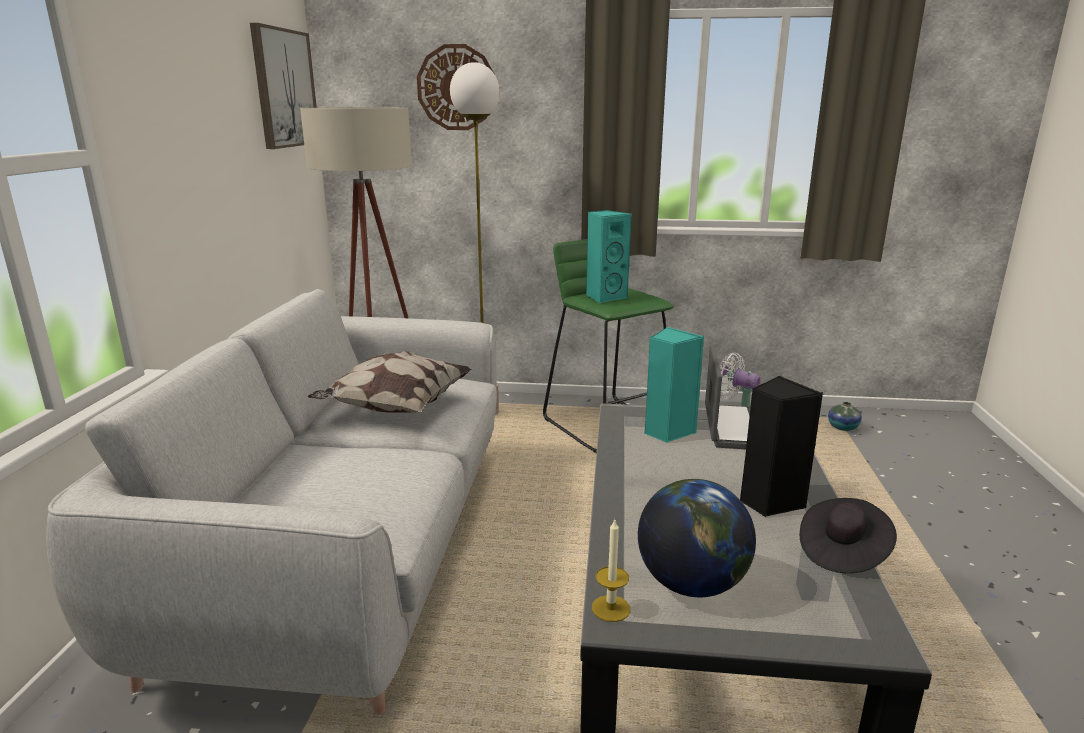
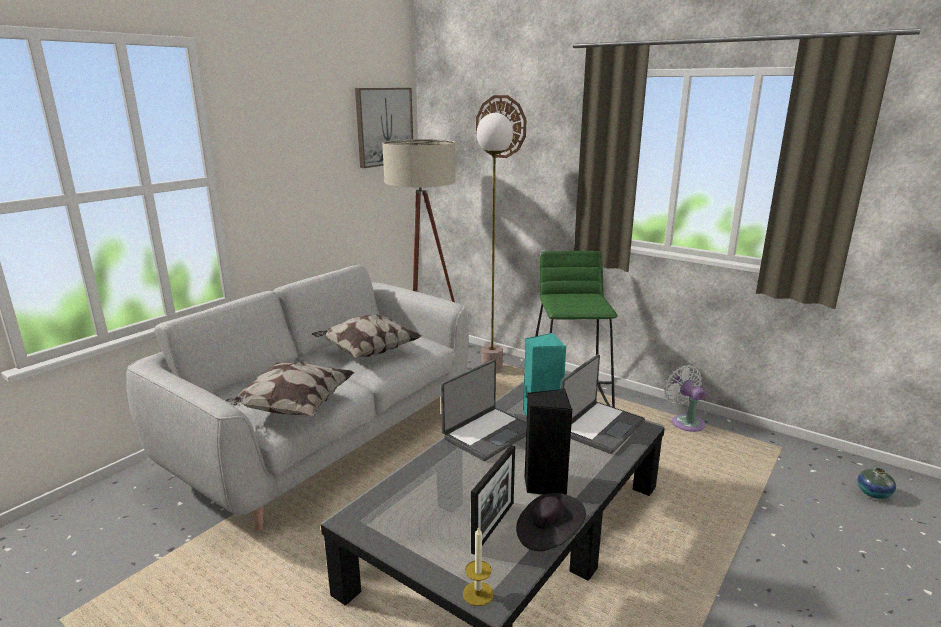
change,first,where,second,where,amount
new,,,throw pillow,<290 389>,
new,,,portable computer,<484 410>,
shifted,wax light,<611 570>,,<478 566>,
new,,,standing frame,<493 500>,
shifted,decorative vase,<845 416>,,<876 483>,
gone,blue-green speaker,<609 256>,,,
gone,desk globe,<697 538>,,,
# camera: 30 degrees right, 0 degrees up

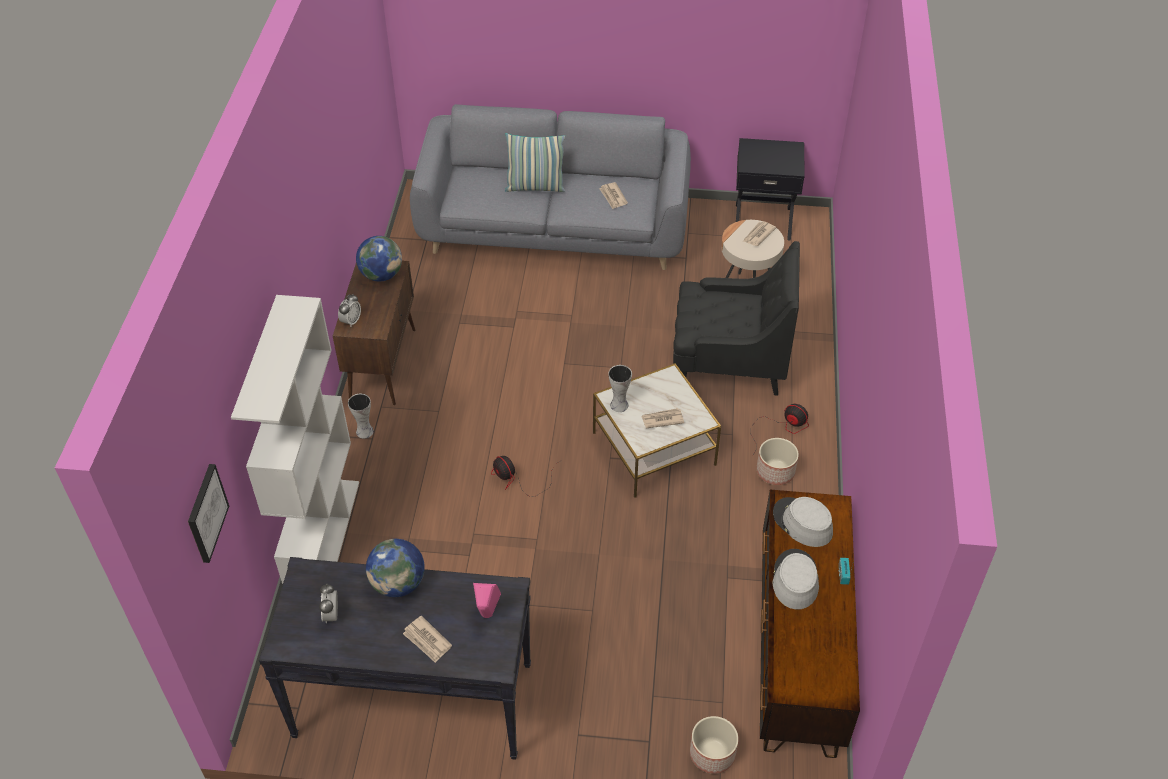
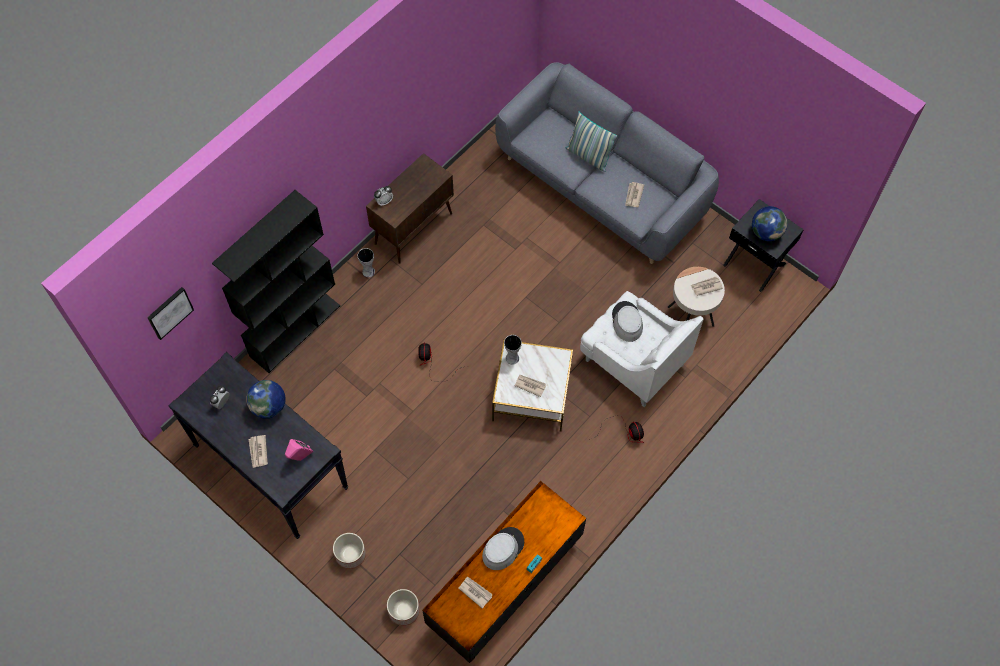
change,first,where,second,where,amount
repainted,white bookshelf,<295 439>,blackish bookshelf,<276 281>,
shifted,flower pot,<778 461>,,<349 551>,
new,,,newspaper,<475 593>,
repainted,blackish lounge chair,<736 318>,white lounge chair,<642 349>,
shifted,greyish wearable hat,<803 522>,,<627 321>,
shifted,desk globe,<379 259>,,<770 223>,
# camera: 35 degrees right, 15 degrees up

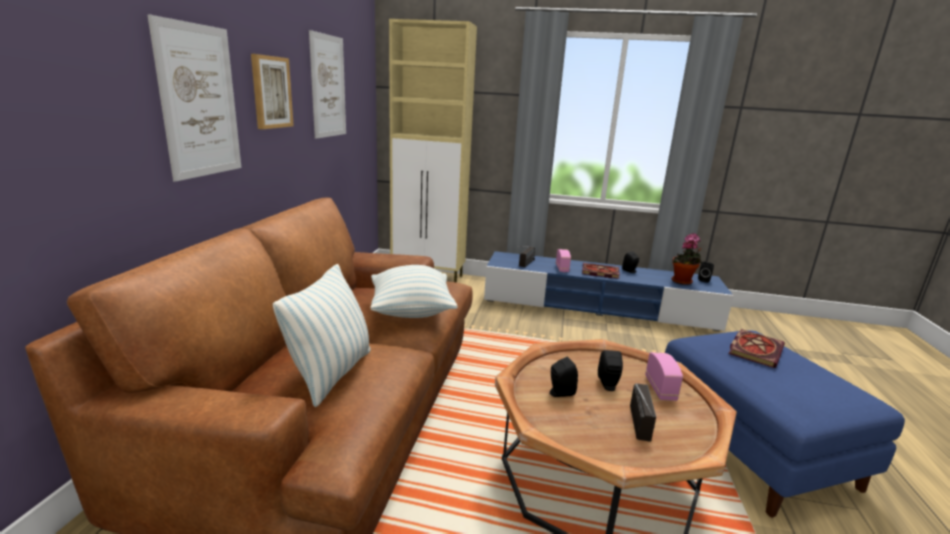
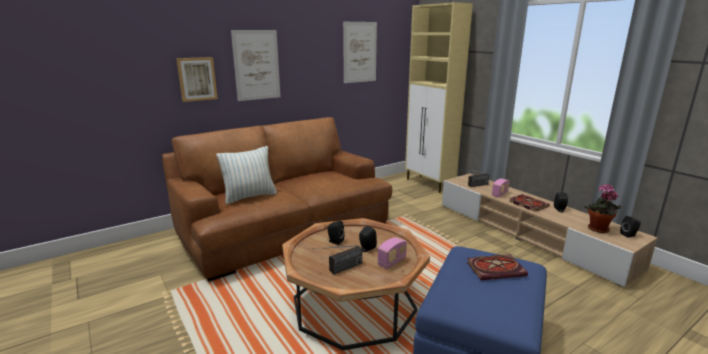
change,first,where,second,where,amount
shifted,picture,<272 91>,,<197 79>,
repainted,blue-coloured media console,<609 291>,beige-coloured media console,<549 230>,
gone,throw pillow,<414 291>,,,
# camera: 45 degrees right, 0 degrees up

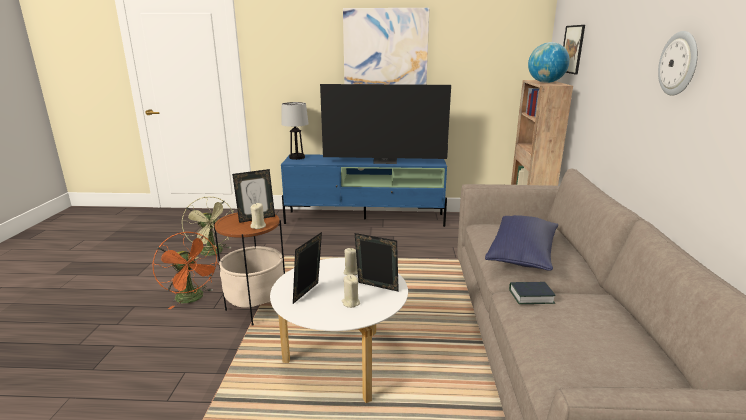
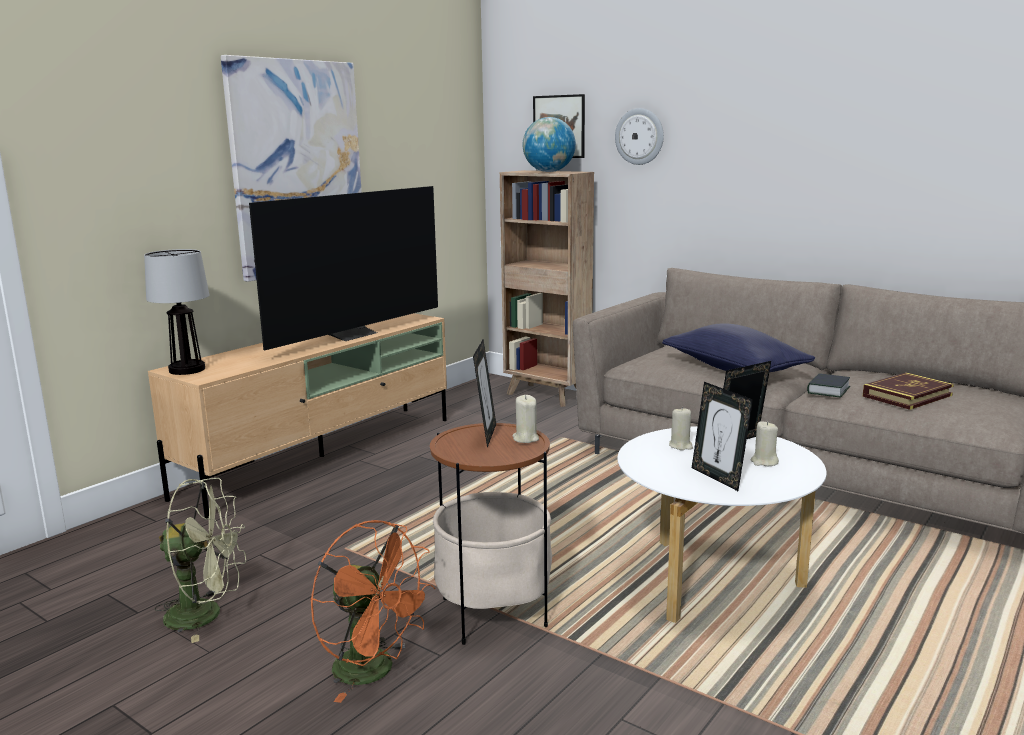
change,first,where,second,where,amount
repainted,blue-coloured media console,<364 190>,beige-coloured media console,<297 416>,
rotated,orangey fan,<185 270>,,<373 611>,45 degrees clockwise
shifted,clock on the wall,<678 63>,,<639 136>,
new,,,volume,<908 391>,
# camera: 55 degrees left, 5 degrees down

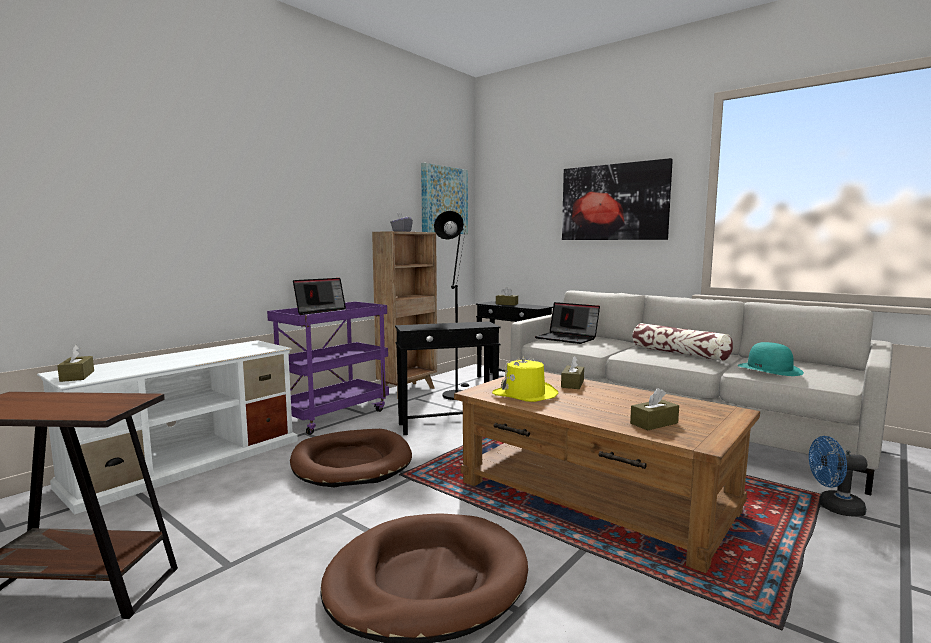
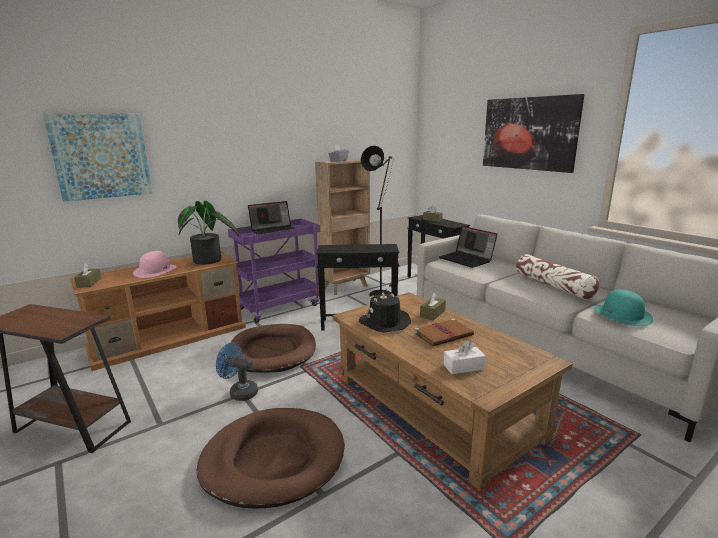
change,first,where,second,where,amount
shifted,picture,<444 198>,,<97 157>,
repainted,white media console,<167 427>,brownish media console,<158 311>,
new,,,pink-coloured wearable hat,<155 264>,
new,,,plant in a pot,<208 233>,
shifted,blue-coloured fan,<838 476>,,<237 371>,
repainted,yellow wearable hat,<525 379>,blackish wearable hat,<385 312>,
new,,,brownish volume,<444 332>,
repainted,brownish tissue box,<654 409>,white tissue box,<465 357>,
# camera: 15 degrees right, 10 degrees up

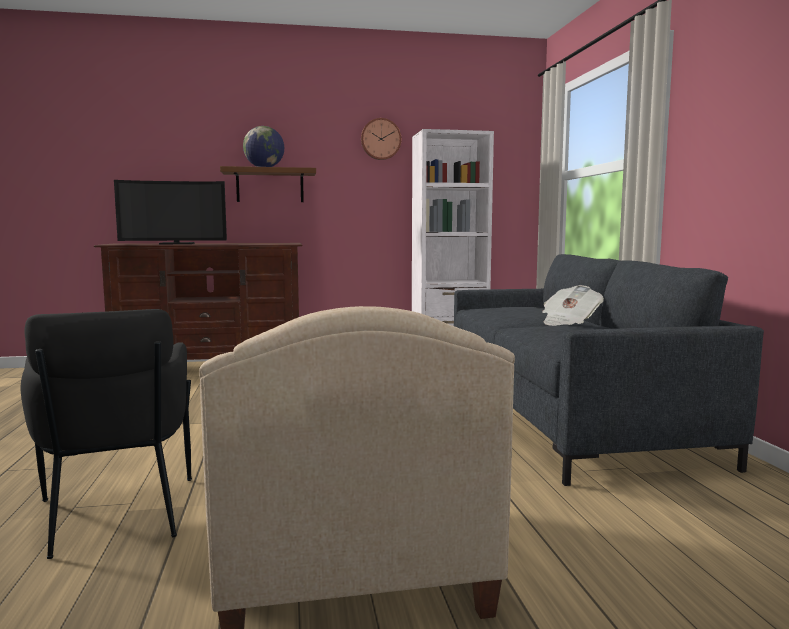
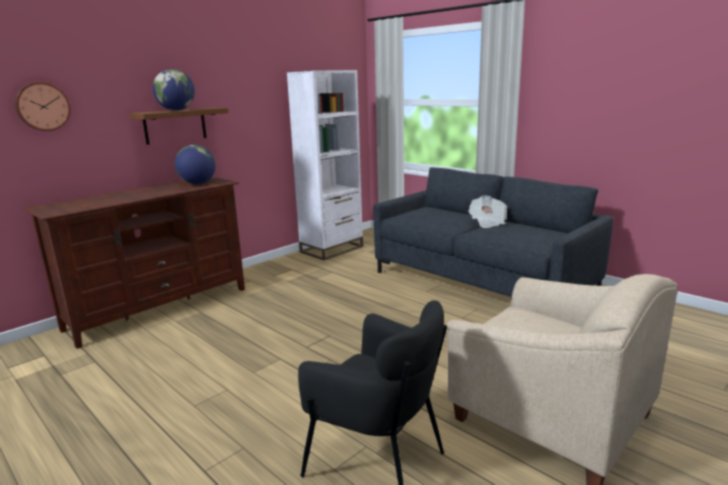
change,first,where,second,where,amount
shifted,clock on the wall,<381 139>,,<43 106>,
new,,,desk globe,<195 164>,
gone,TV,<170 212>,,,
# camera: 35 degrees left, 10 degrees up

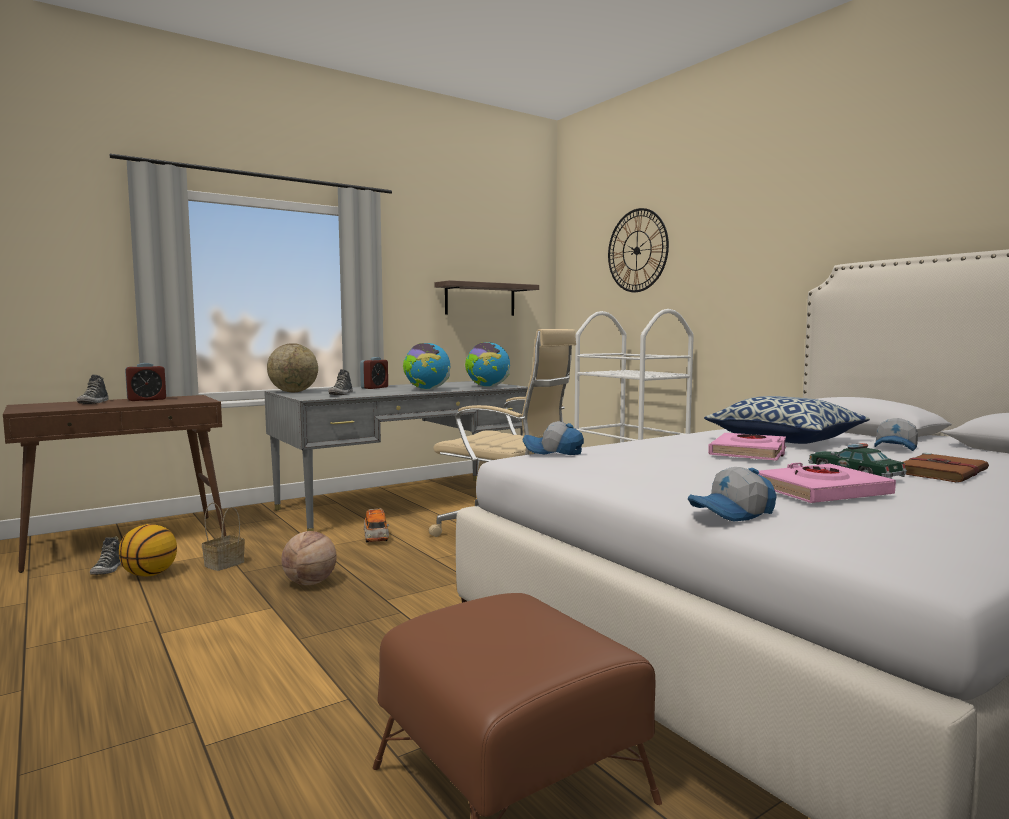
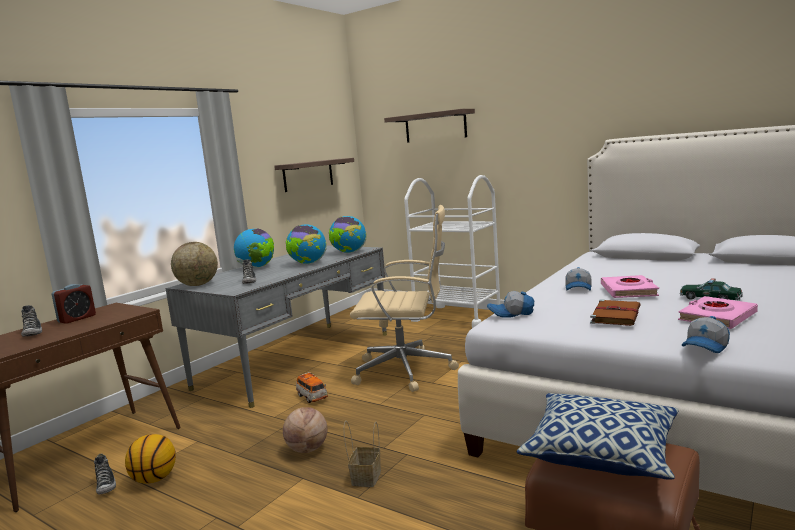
change,first,where,second,where,amount
swapped,table clock,<374 373>,desk globe,<254 248>,
shifted,storage basket,<223 536>,,<362 454>,
swapped,clock on the wall,<638 250>,bracket shelf,<429 126>,
shifted,throw pillow,<787 420>,,<598 436>,
shifted,peaked cap,<896 434>,,<578 279>,
shifted,brownish volume,<946 467>,,<615 312>,
# camera: 20 degrees left, 5 degrees up

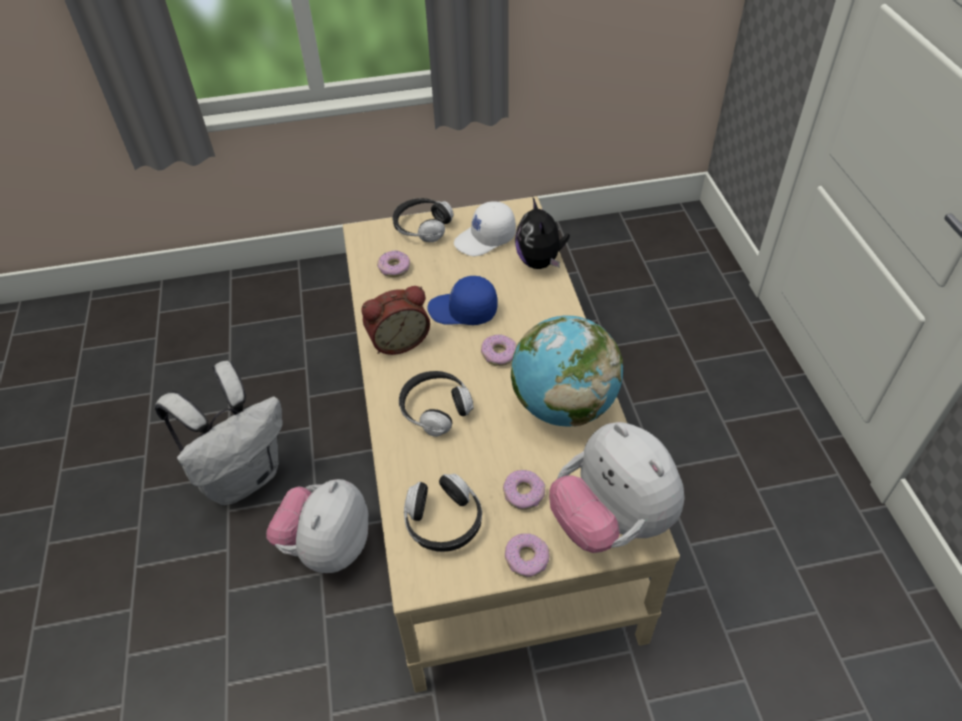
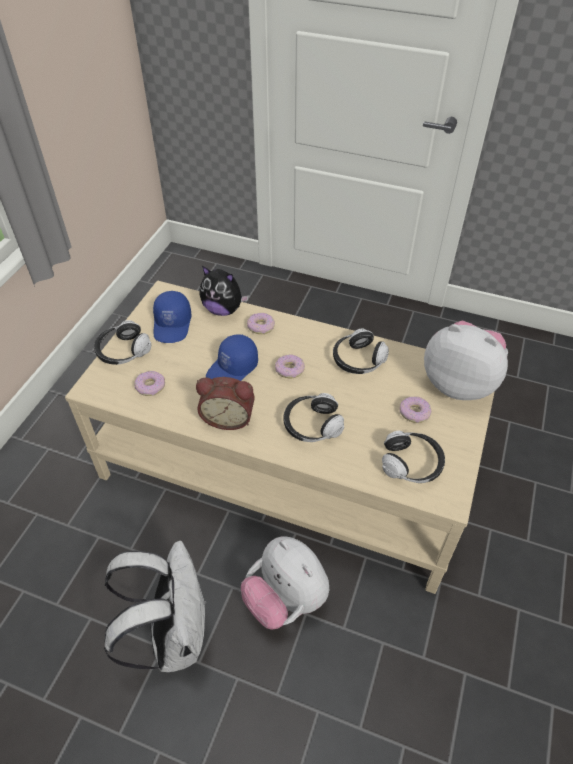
change,first,where,second,where,amount
repainted,white peaked cap,<485 228>,blue-coloured peaked cap,<172 317>,
rotated,table clock,<395 320>,,<225 403>,90 degrees clockwise
shifted,doughnut,<527 555>,,<261 323>,
swapped,desk globe,<567 371>,headset,<361 351>,
rotated,plush toy,<617 487>,,<466 360>,150 degrees counterclockwise
# camera: 60 degrees left, 0 degrees up

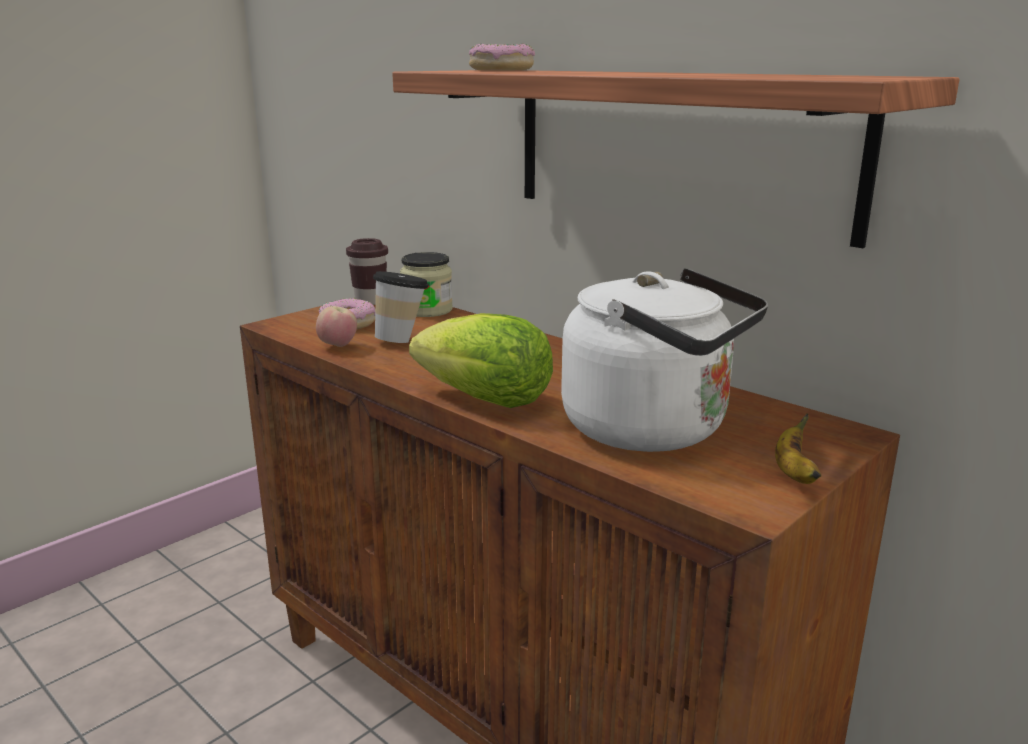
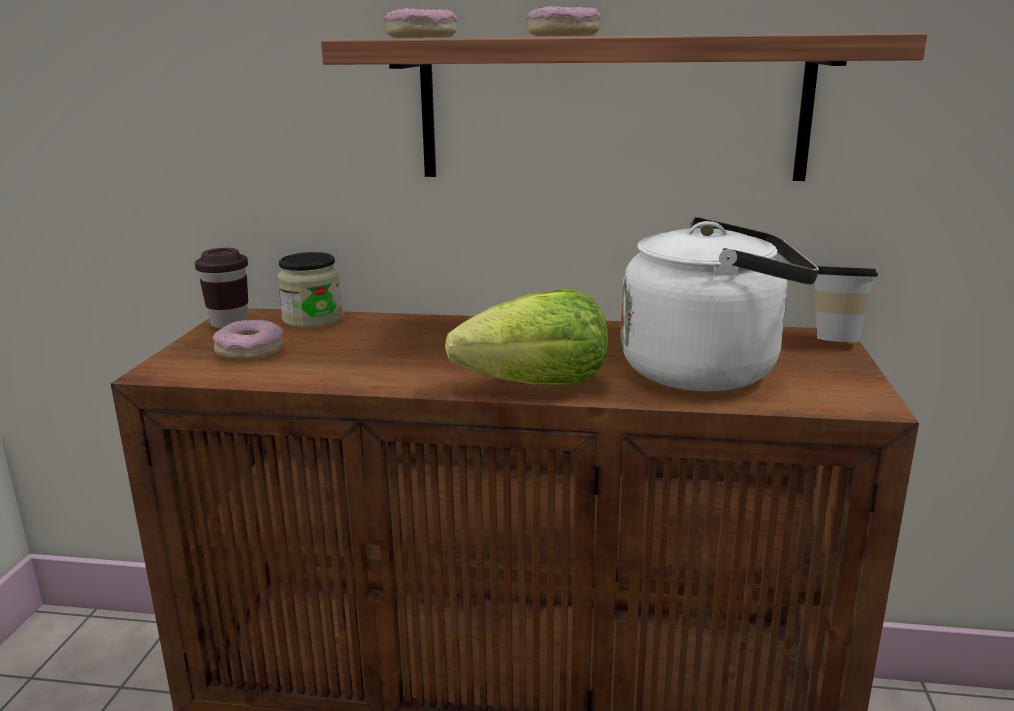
change,first,where,second,where,amount
new,,,doughnut,<563 21>,
shifted,small cup,<401 307>,,<846 304>,
gone,whole apple,<336 326>,,,
gone,banana fruit,<798 448>,,,
# camera: 35 degrees left, 0 degrees up

